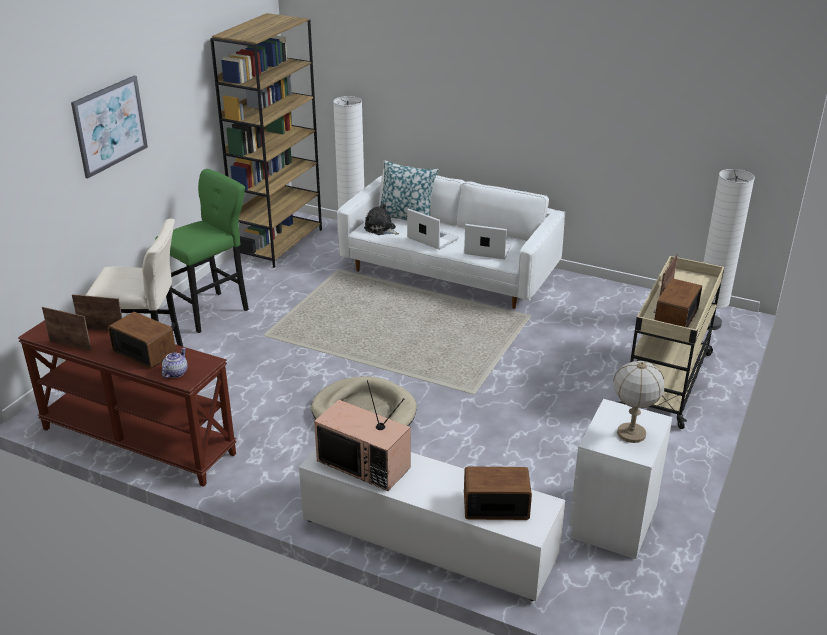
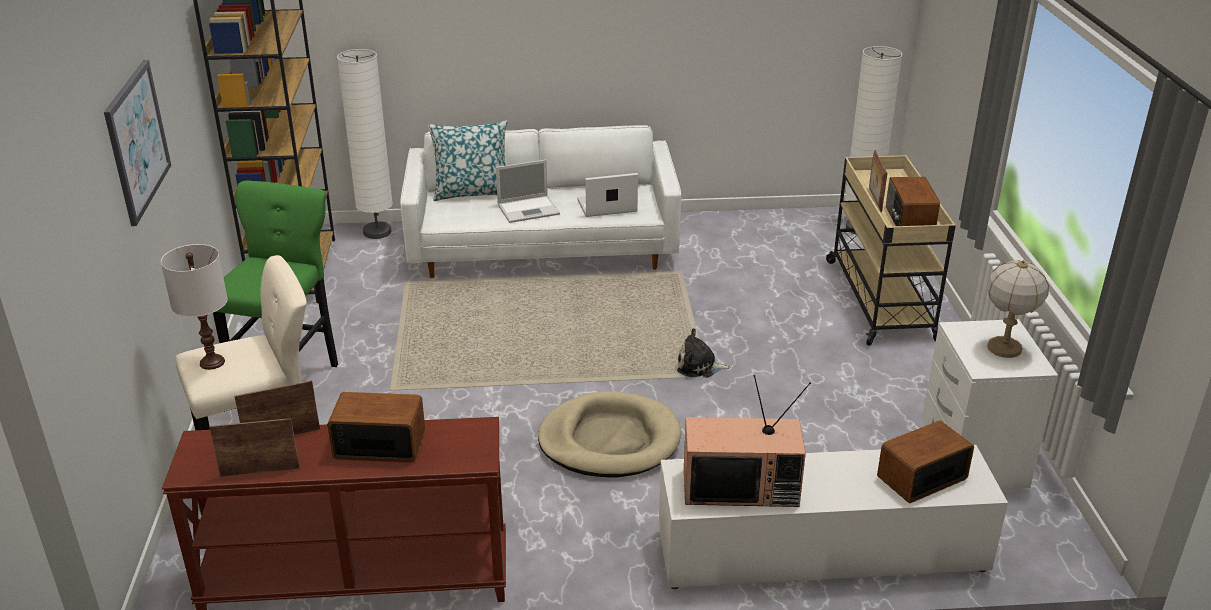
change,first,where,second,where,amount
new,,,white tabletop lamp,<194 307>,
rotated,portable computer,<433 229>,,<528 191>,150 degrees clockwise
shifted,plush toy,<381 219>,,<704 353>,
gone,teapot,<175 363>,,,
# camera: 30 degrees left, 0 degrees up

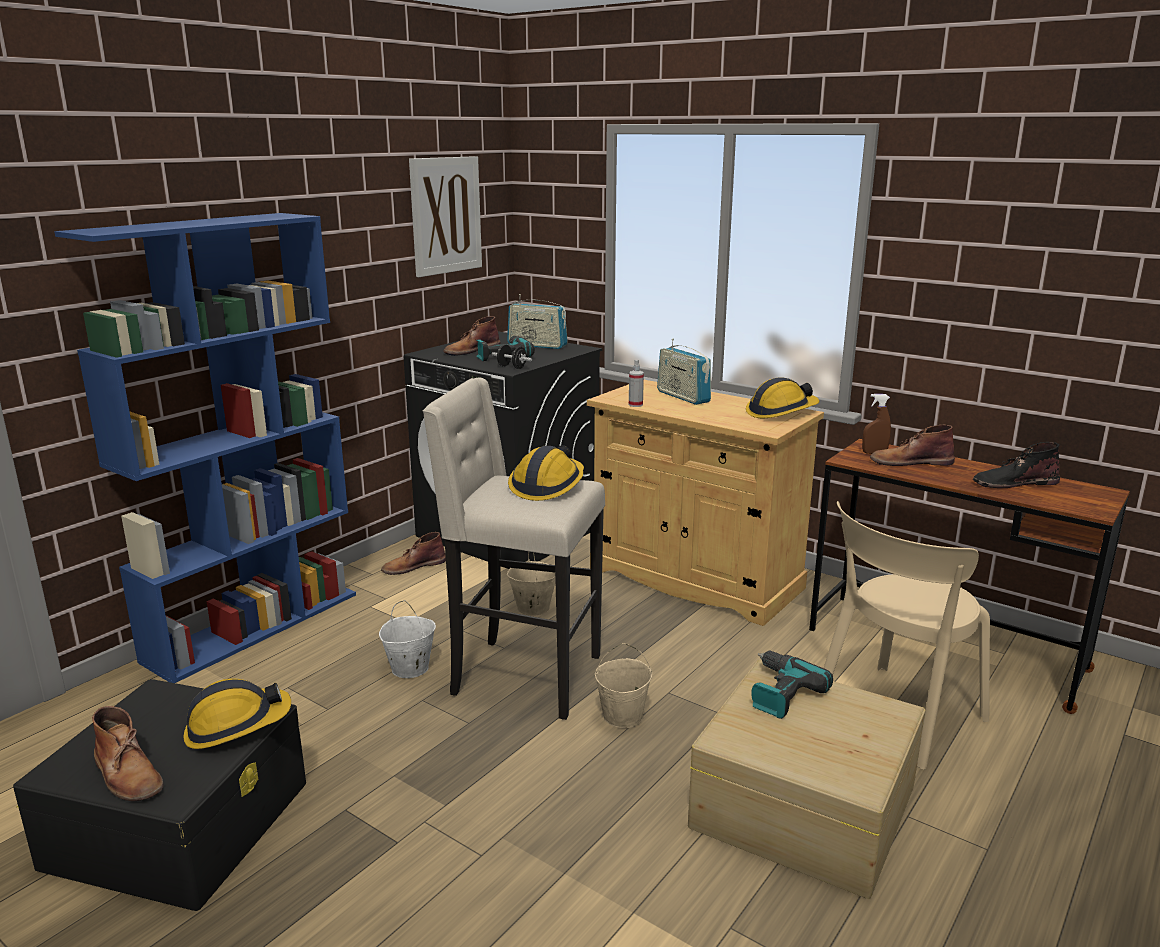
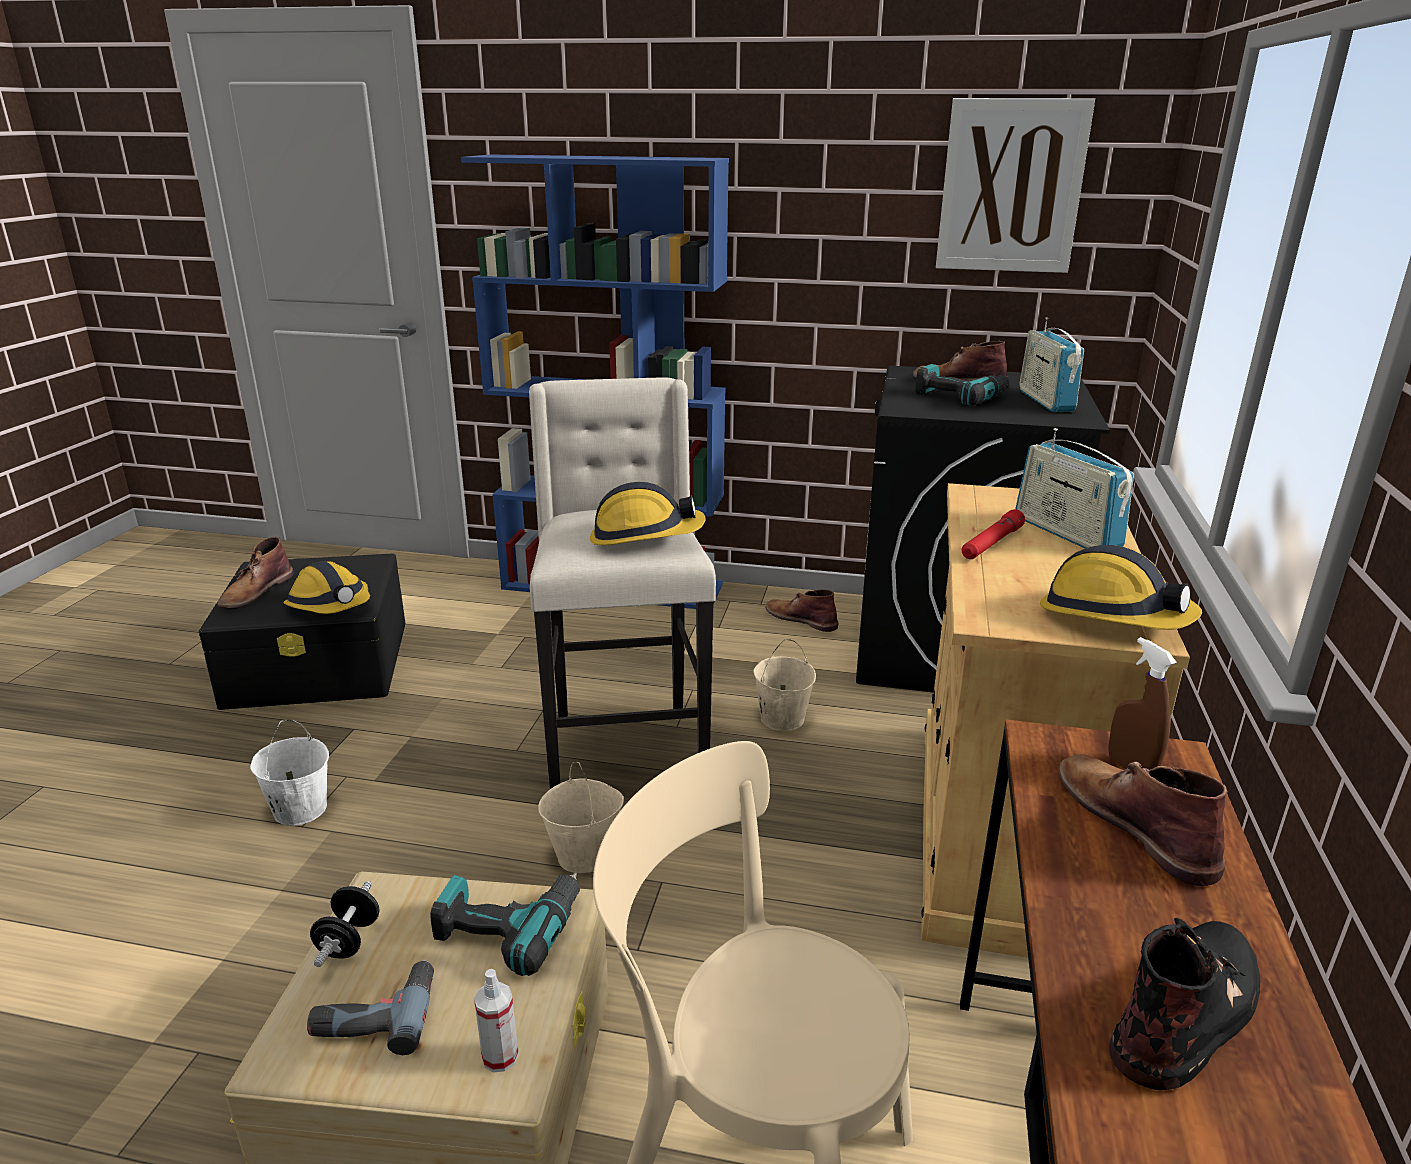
change,first,where,second,where,amount
shifted,white bucket,<407 639>,,<289 773>,
new,,,electric drill,<370 1007>,
shifted,blackish hand weight,<512 356>,,<344 924>,
shifted,sprayer,<636 383>,,<496 1020>,
new,,,reddish flashlight,<993 534>,
rotated,radio receiver,<684 372>,,<1075 488>,60 degrees counterclockwise
rotated,blackish boot,<1016 465>,,<1185 1004>,75 degrees clockwise
# camera: 65 degrees right, 5 degrees up

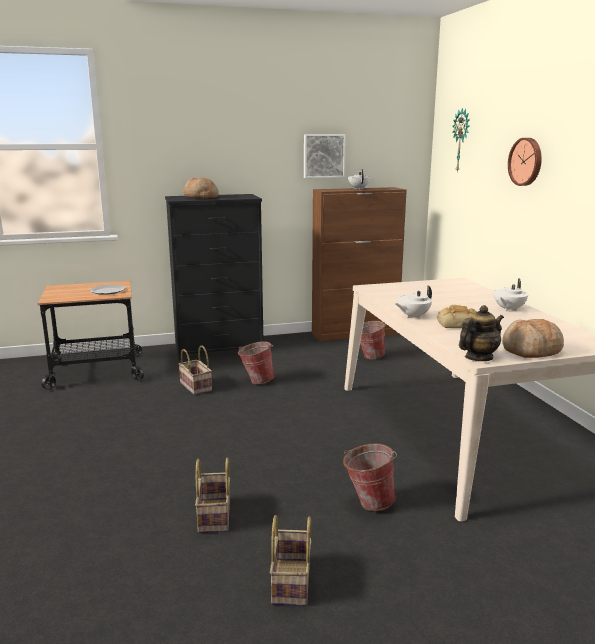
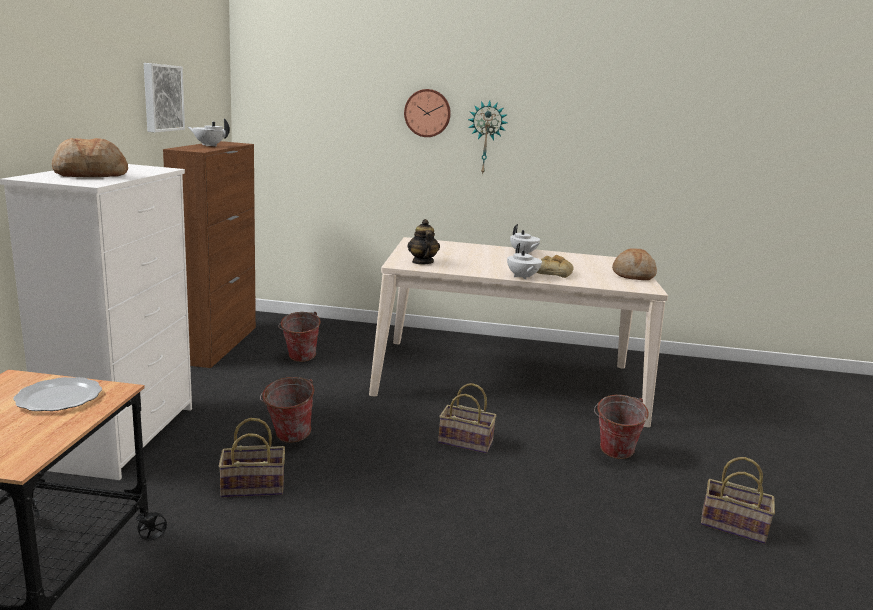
change,first,where,second,where,amount
repainted,blackish drawer chest,<214 277>,white drawer chest,<96 322>,
shifted,teapot,<481 333>,,<423 241>,
shifted,storage basket,<212 495>,,<467 418>,
shifted,clock on the wall,<461 139>,,<487 137>,
# camera: 70 degrees left, 0 degrees up

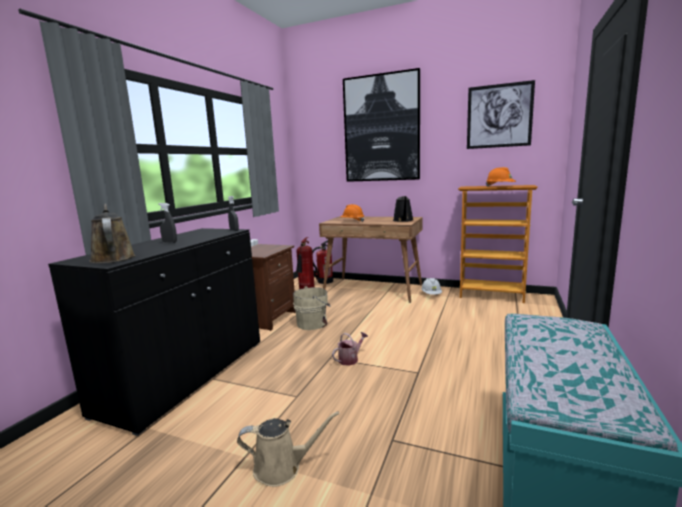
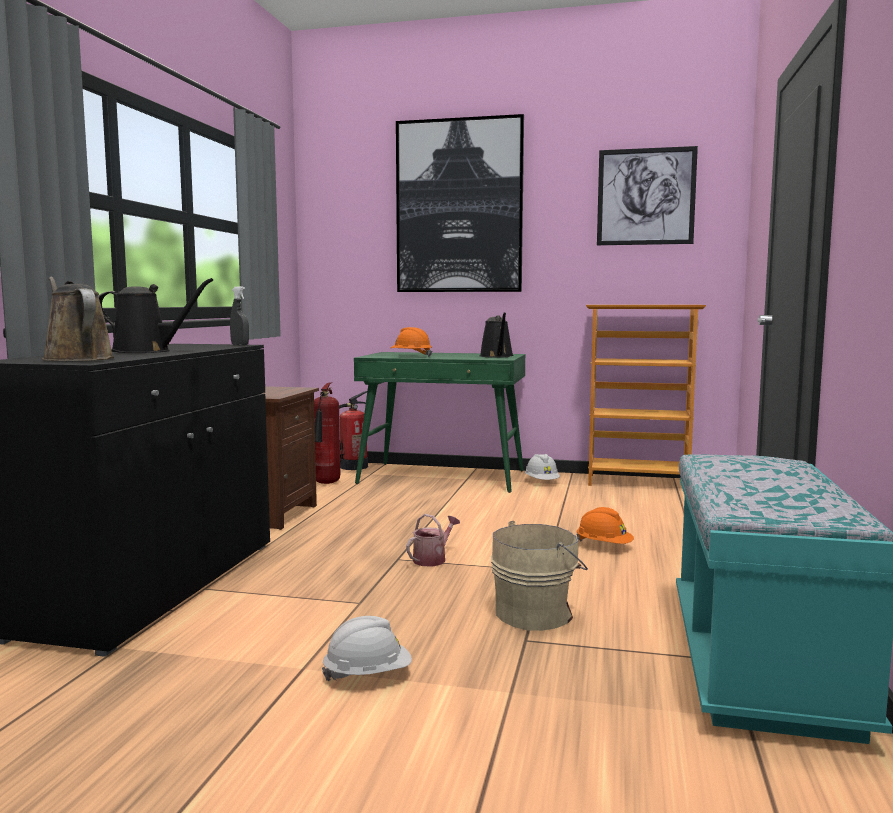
change,first,where,second,where,amount
swapped,greyish sprayer,<167 223>,blackish watering can,<155 315>,
swapped,beige-coloured watering can,<288 449>,white work helmet,<367 648>,
repainted,brownish desk table,<370 259>,greenish desk table,<439 422>,
shifted,beige-coloured bucket,<312 308>,,<539 576>,
shifted,orangey work helmet,<501 177>,,<605 525>,
# camera: 10 degrees left, 5 degrees down

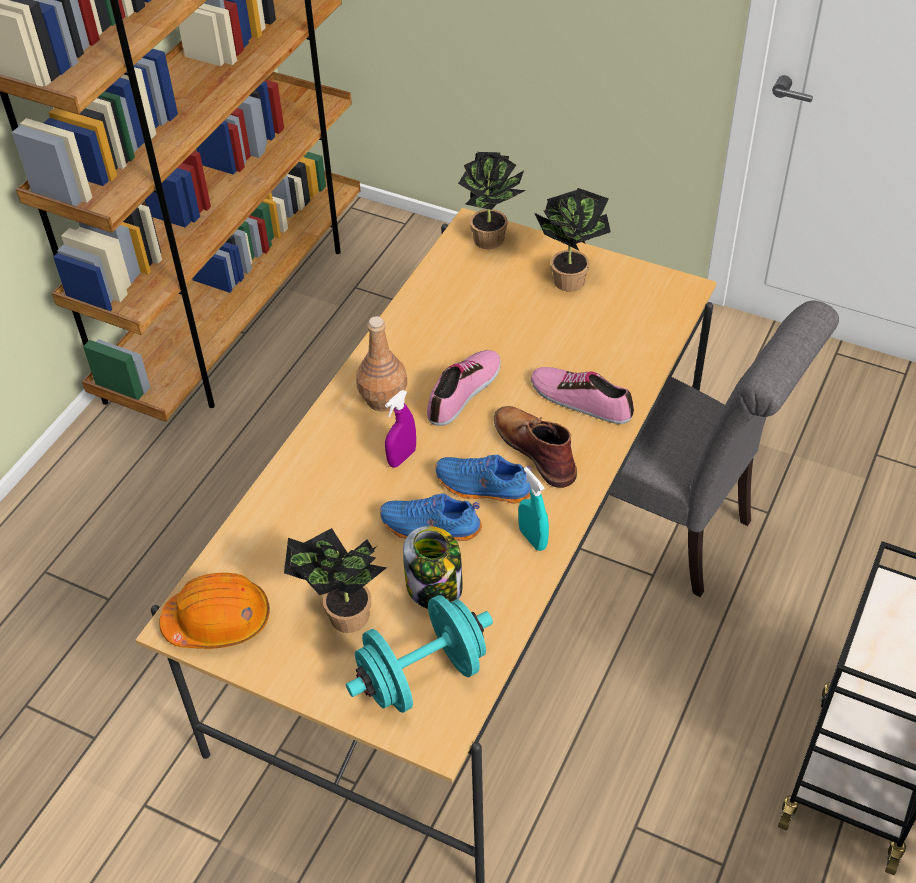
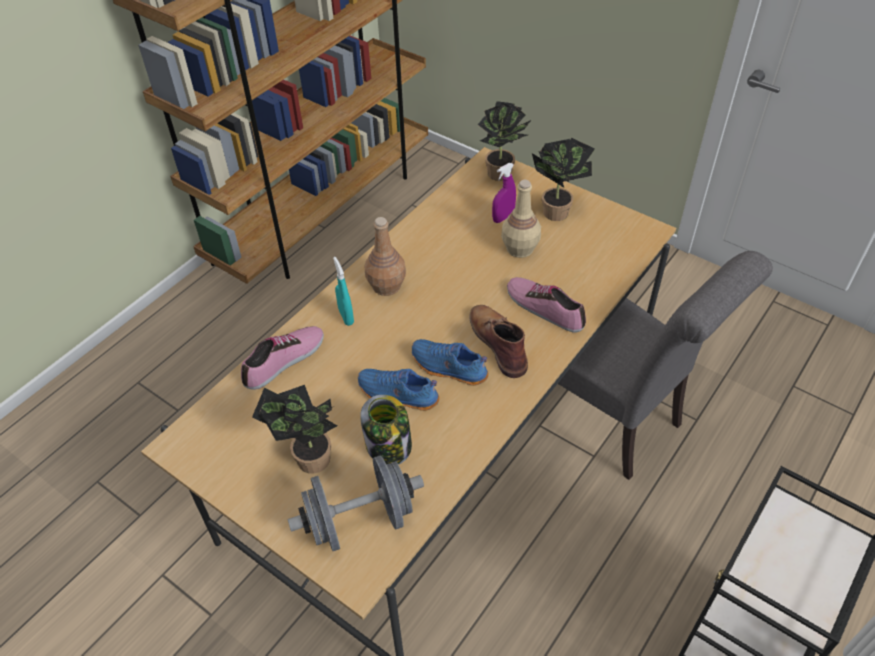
change,first,where,second,where,amount
shifted,shoe,<464 388>,,<282 358>,
repainted,blue-green hand weight,<419 654>,greyish hand weight,<356 503>,
shifted,blue-green sprayer,<533 509>,,<343 291>,
shifted,purple sprayer,<400 429>,,<504 193>,
new,,,beige-coloured beverage bottle,<521 219>,
gone,orangey work helmet,<214 611>,,,
# camera: 10 degrees right, 0 degrees up

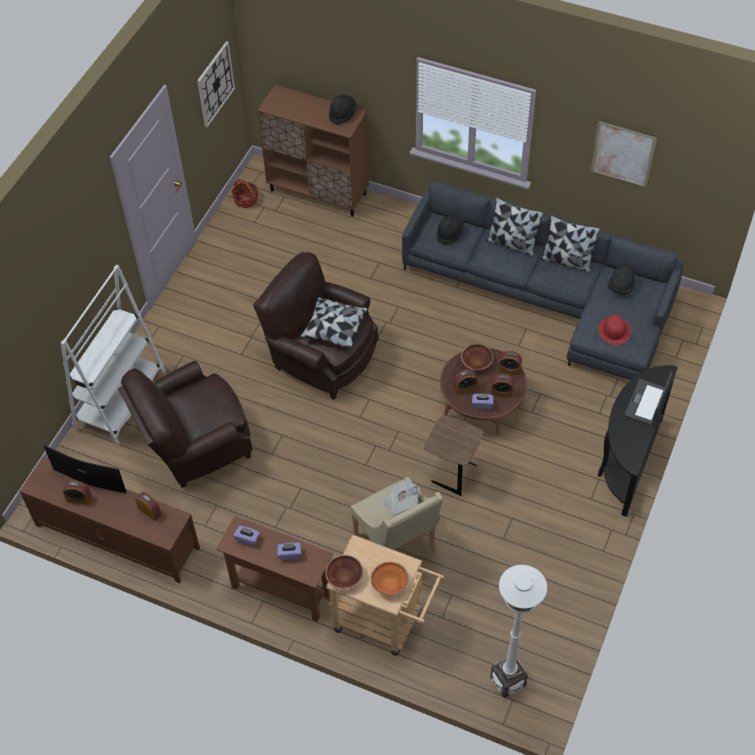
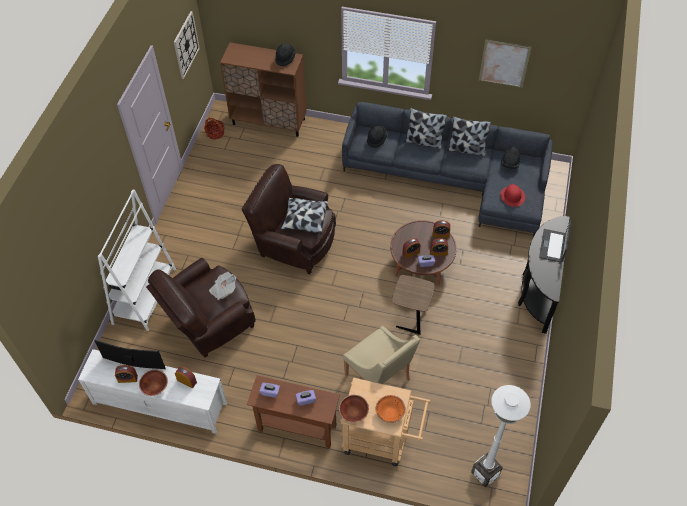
change,first,where,second,where,amount
repainted,brownish media console,<109 520>,white media console,<152 391>,
shifted,brownish serving bowl,<477 357>,,<153 383>,
shifted,newspaper,<400 498>,,<222 286>,
# camera: 10 degrees left, 0 degrees up

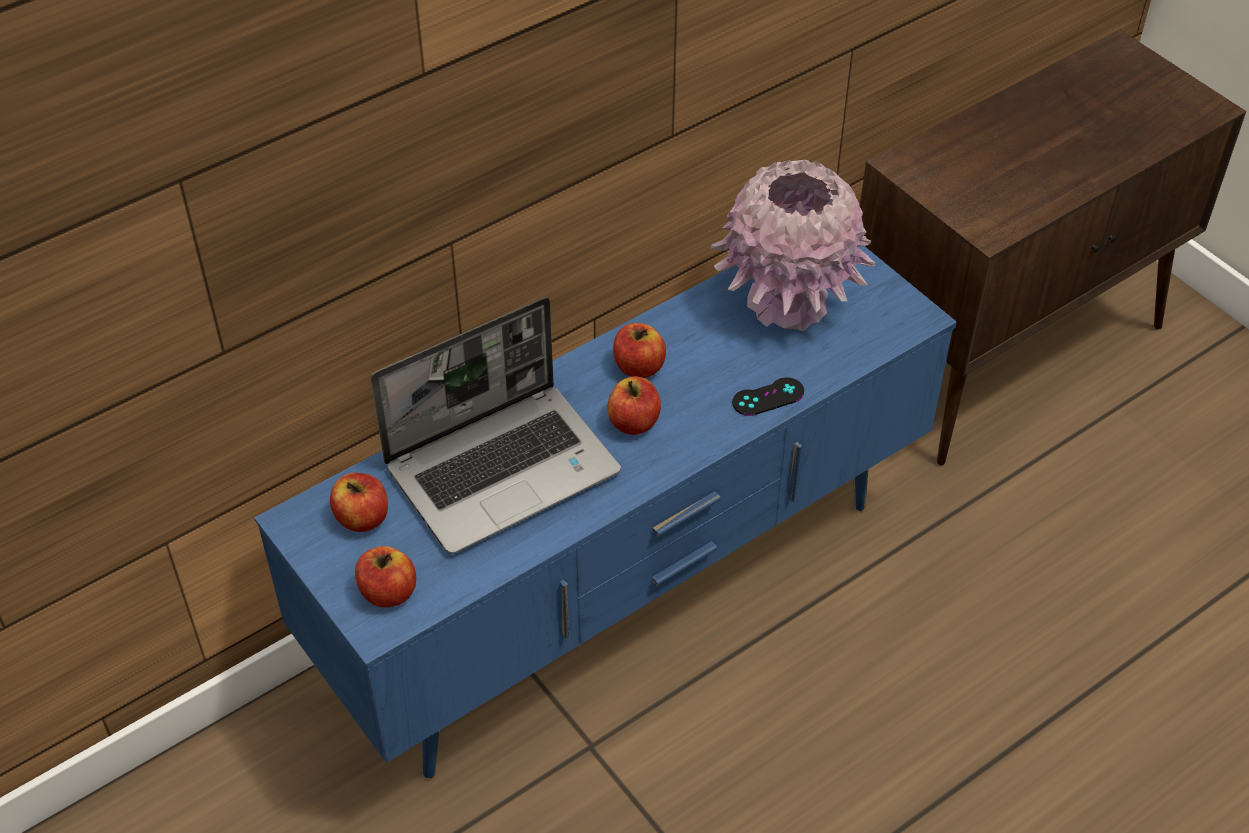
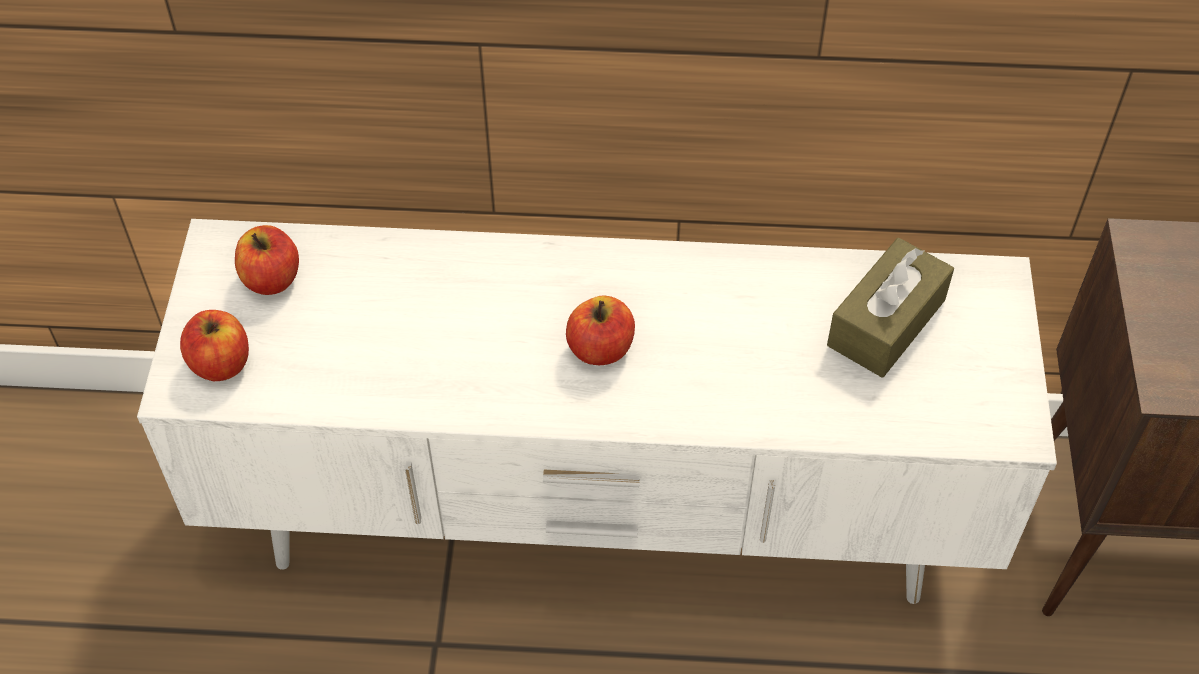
change,first,where,second,where,amount
repainted,blue-coloured media console,<605 512>,white media console,<597 411>,
swapped,pink-coloured decorative vase,<792 245>,brownish tissue box,<890 307>,
gone,portable computer,<496 425>,,,
gone,whole apple,<639 350>,,,
gone,blackish game controller,<768 396>,,,
# camera: 40 degrees right, 5 degrees up

